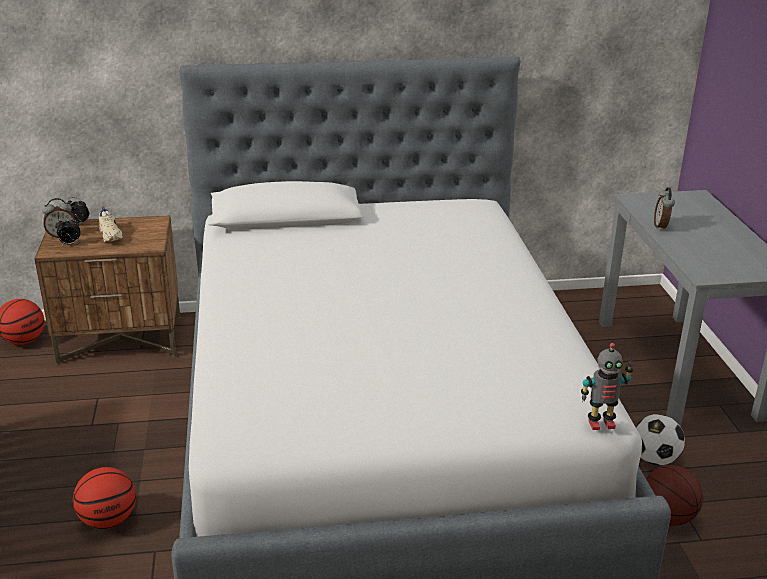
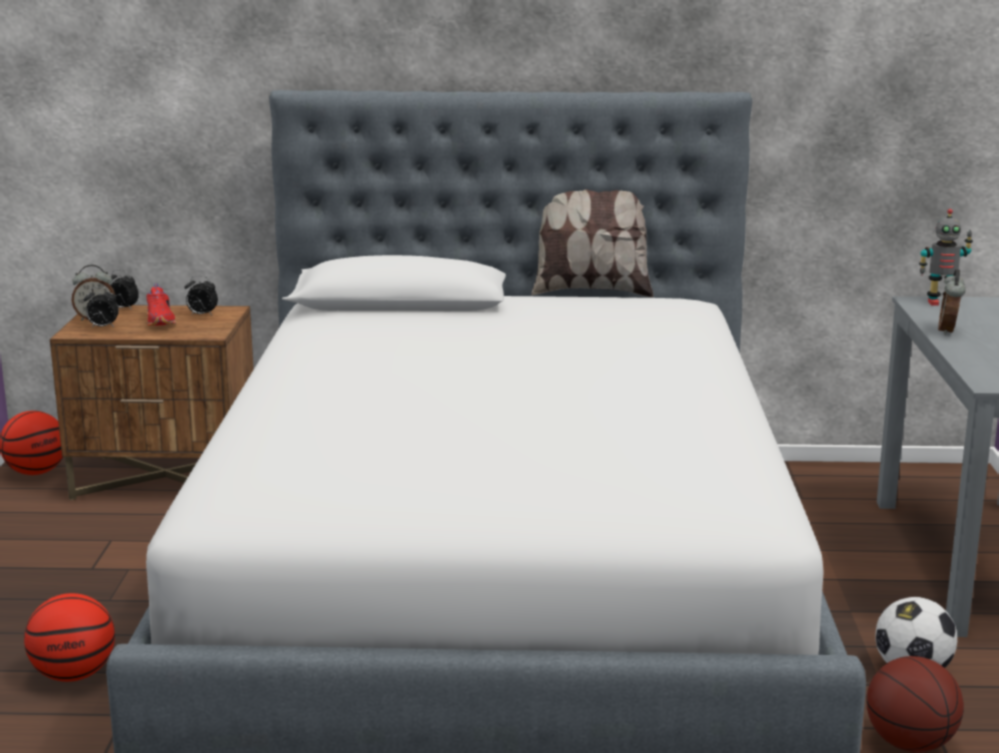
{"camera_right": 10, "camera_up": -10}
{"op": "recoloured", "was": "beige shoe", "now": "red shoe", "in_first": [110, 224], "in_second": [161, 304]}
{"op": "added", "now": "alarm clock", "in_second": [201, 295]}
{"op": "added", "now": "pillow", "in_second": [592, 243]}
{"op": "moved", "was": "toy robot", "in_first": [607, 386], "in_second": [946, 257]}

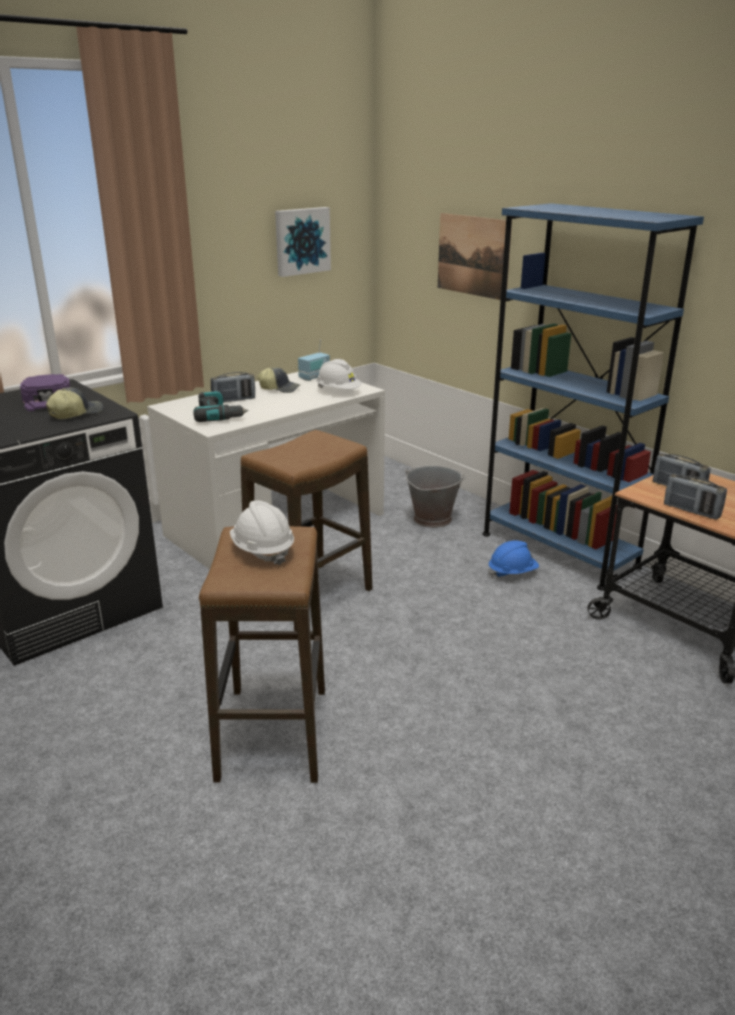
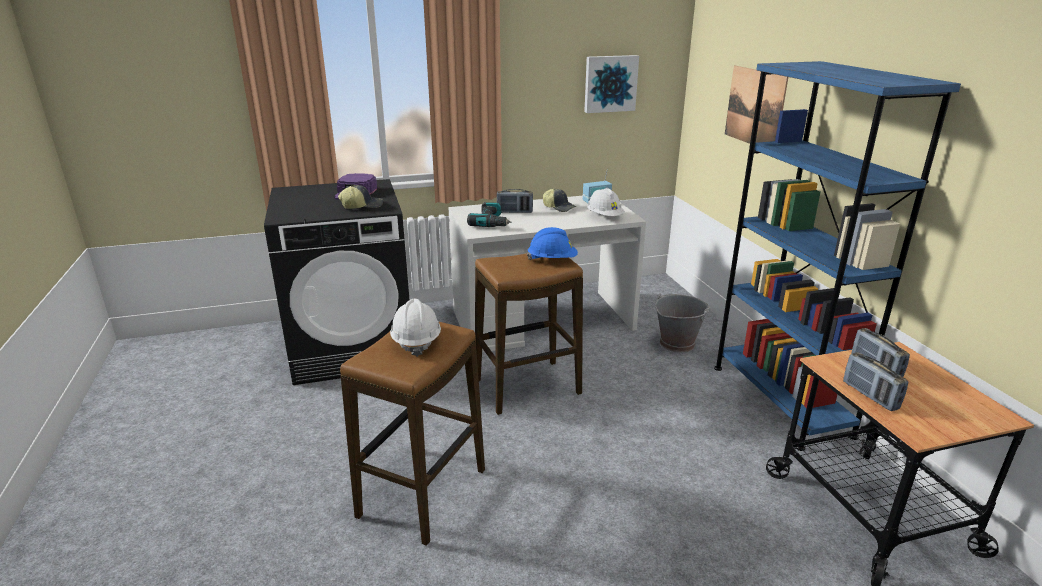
{"camera_right": 25, "camera_up": 0}
{"op": "moved", "was": "blue hard hat", "in_first": [514, 558], "in_second": [552, 243]}

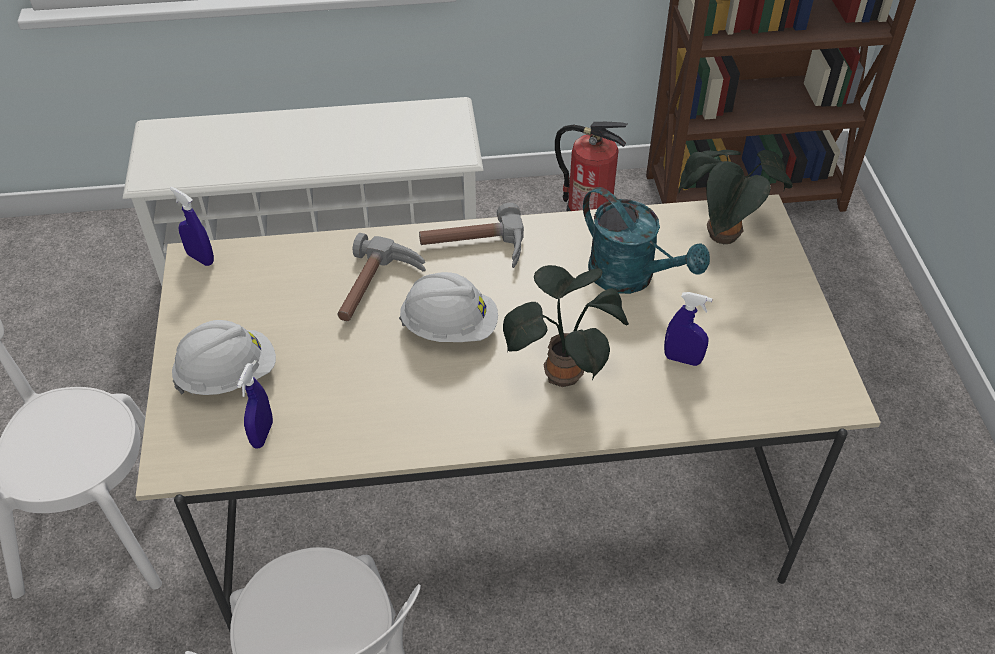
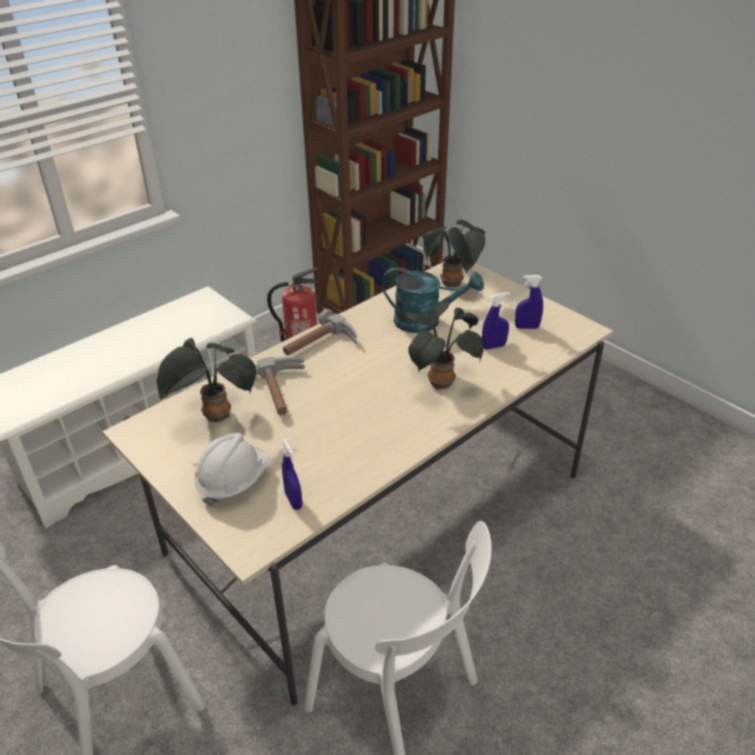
{"camera_right": -35, "camera_up": -10}
{"op": "added", "now": "potted plant", "in_second": [206, 380]}
{"op": "moved", "was": "blue spray bottle", "in_first": [192, 226], "in_second": [529, 302]}
{"op": "removed", "was": "white hard hat", "in_first": [448, 307]}

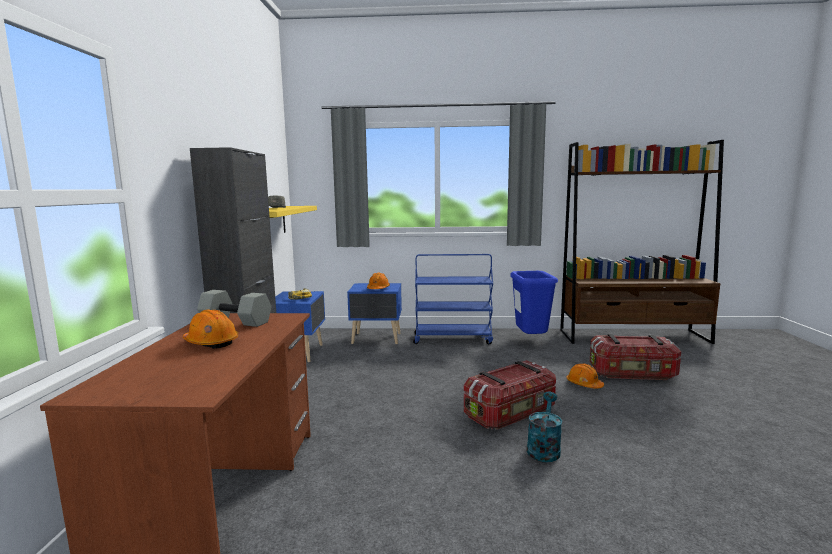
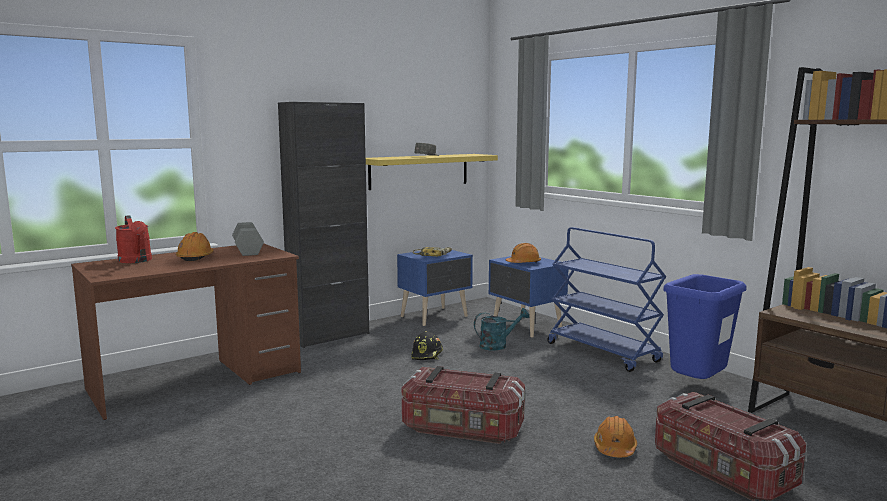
{"camera_right": 50, "camera_up": 0}
{"op": "added", "now": "red watering can", "in_second": [133, 239]}
{"op": "added", "now": "black hard hat", "in_second": [427, 345]}
{"op": "moved", "was": "turquoise watering can", "in_first": [544, 427], "in_second": [502, 329]}

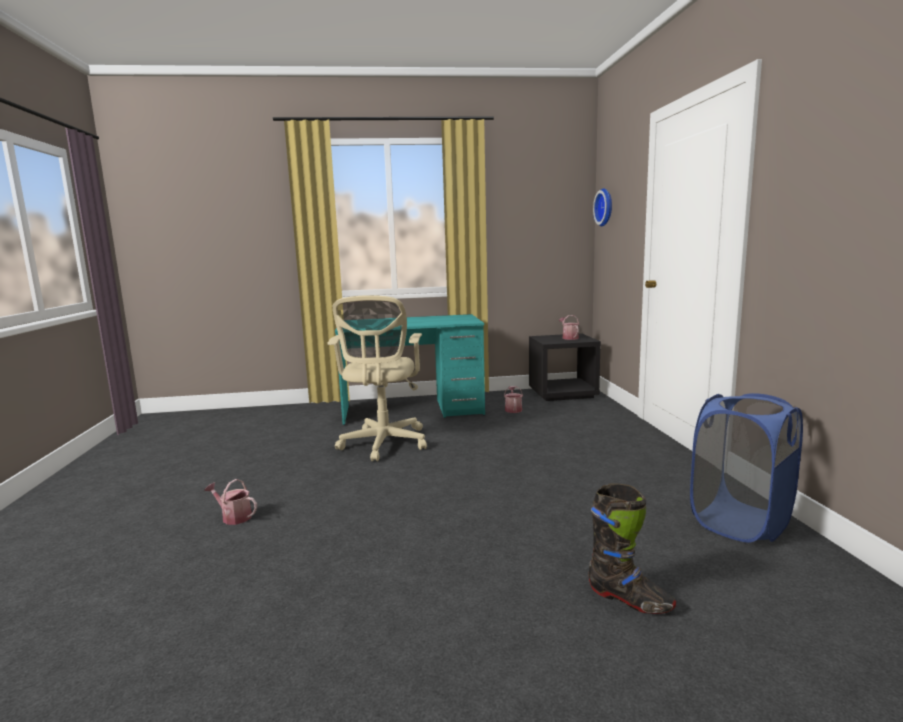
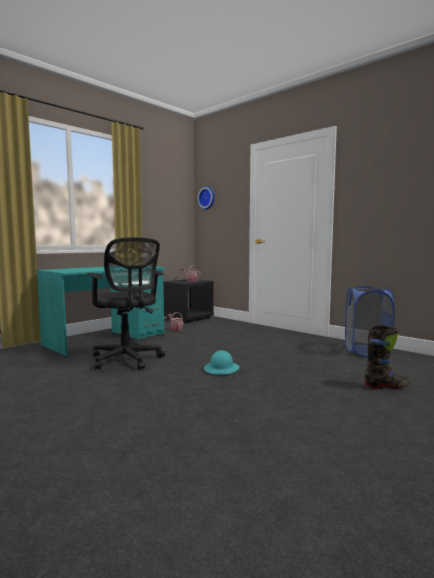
{"camera_right": -40, "camera_up": -5}
{"op": "recoloured", "was": "beige office chair", "now": "black office chair", "in_first": [377, 378], "in_second": [126, 303]}
{"op": "added", "now": "turquoise hard hat", "in_second": [221, 362]}
{"op": "removed", "was": "watering can", "in_first": [230, 502]}

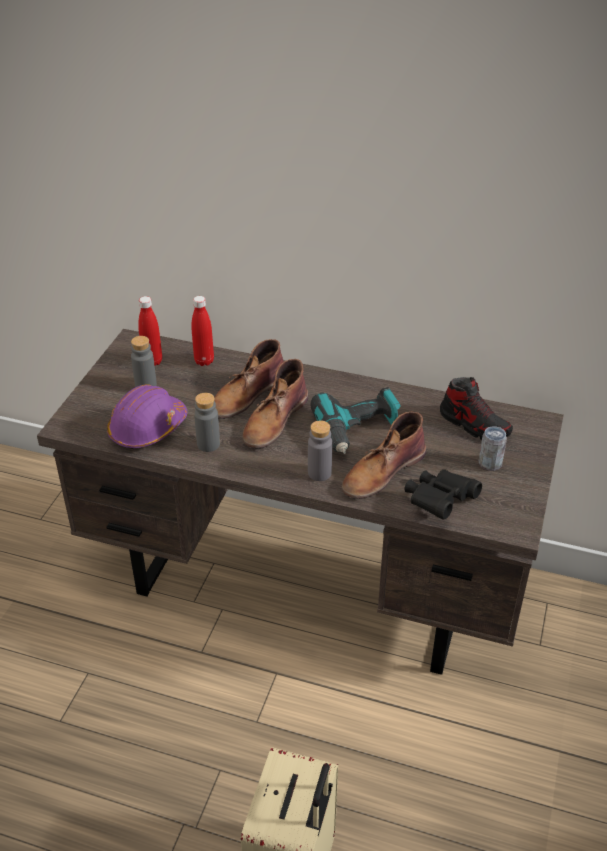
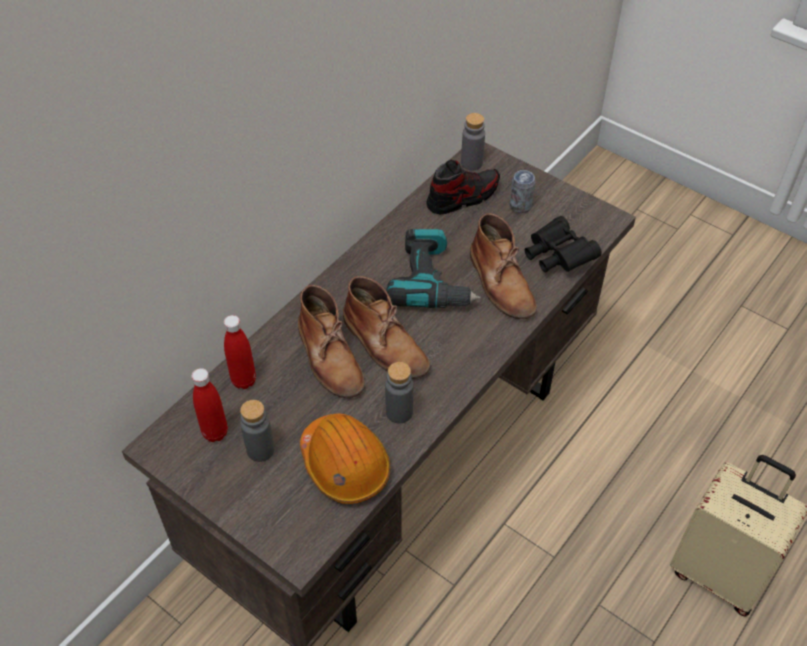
{"camera_right": -70, "camera_up": 10}
{"op": "recoloured", "was": "purple hard hat", "now": "orange hard hat", "in_first": [147, 417], "in_second": [345, 459]}
{"op": "moved", "was": "grey bottle", "in_first": [320, 450], "in_second": [473, 141]}

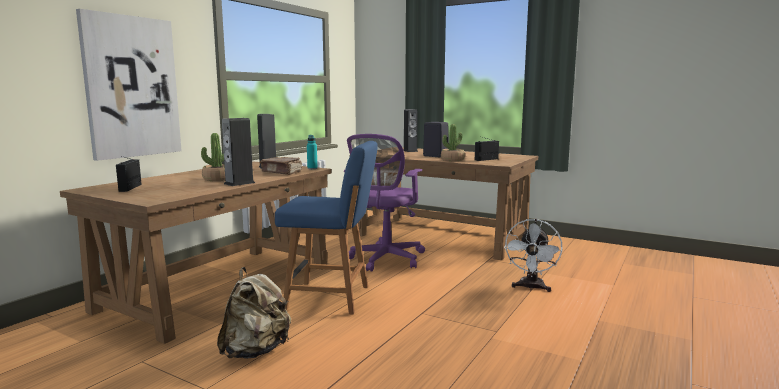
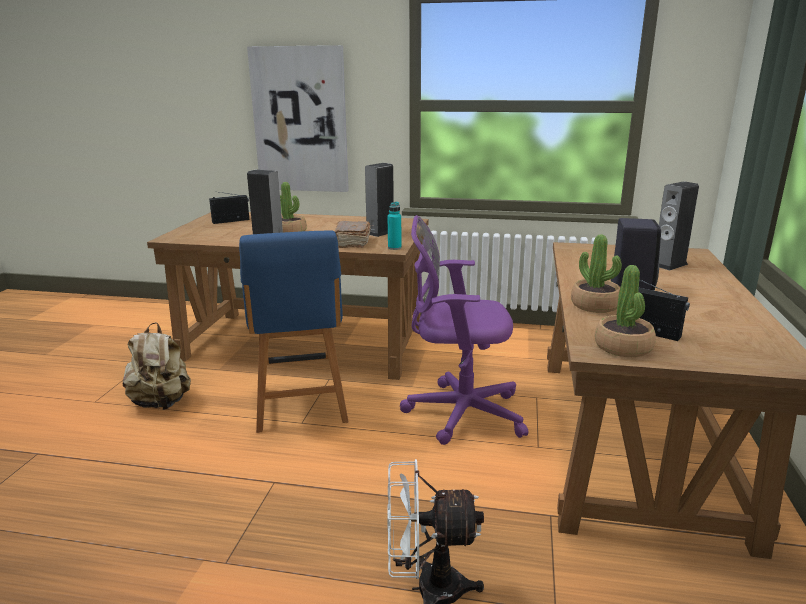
{"camera_right": 70, "camera_up": 10}
{"op": "added", "now": "potted plant", "in_second": [625, 311]}

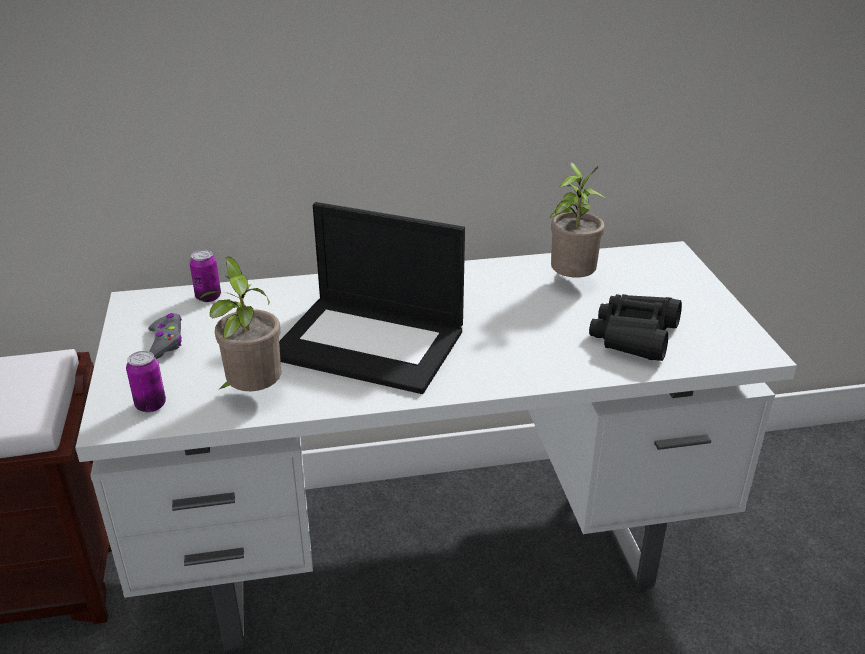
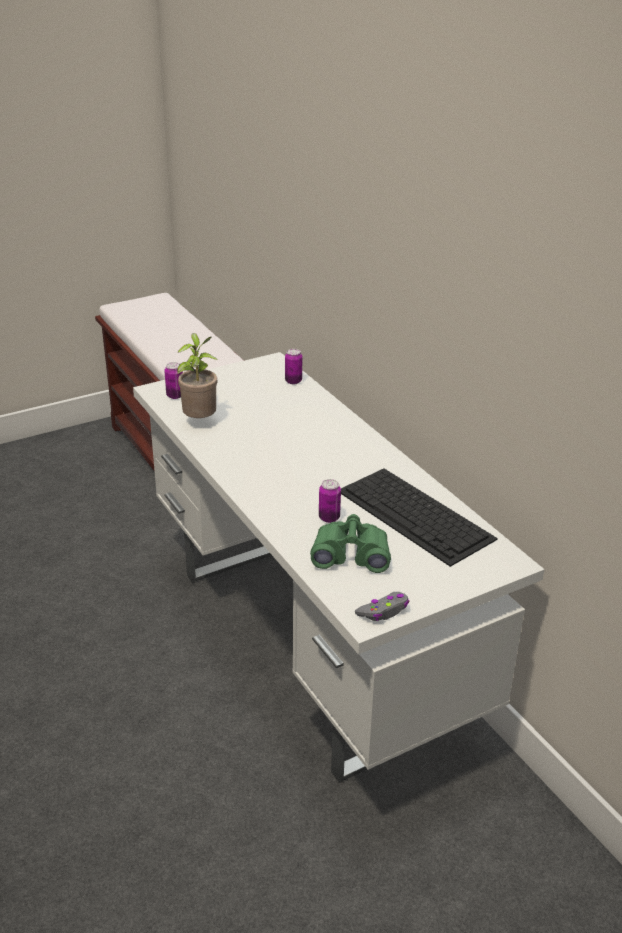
{"camera_right": 70, "camera_up": 0}
{"op": "recoloured", "was": "black binoculars", "now": "green binoculars", "in_first": [635, 327], "in_second": [350, 543]}
{"op": "added", "now": "can", "in_second": [330, 501]}
{"op": "replaced", "was": "potted plant", "now": "keyboard", "in_first": [577, 220], "in_second": [419, 517]}
{"op": "moved", "was": "grey game controller", "in_first": [165, 336], "in_second": [382, 606]}
{"op": "removed", "was": "laptop", "in_first": [372, 298]}

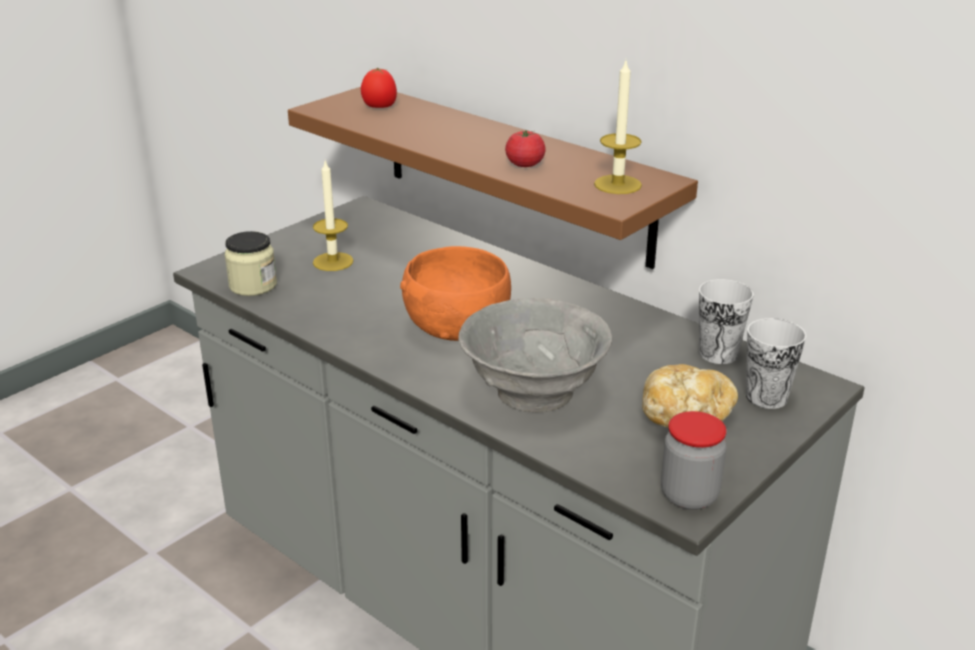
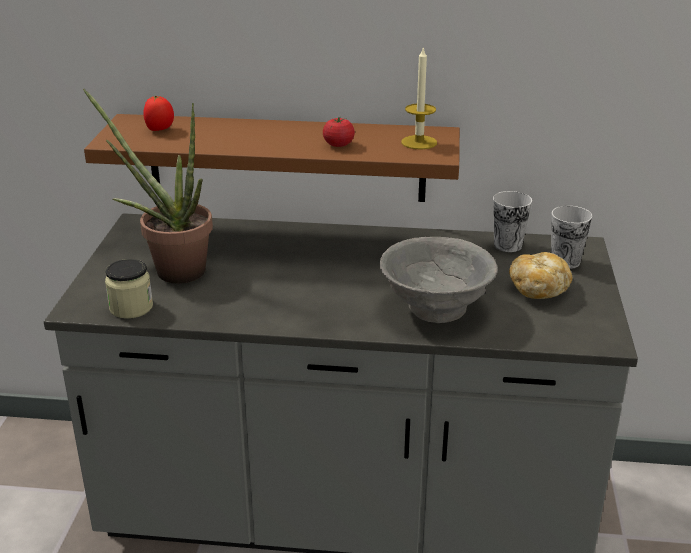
{"camera_right": -35, "camera_up": 0}
{"op": "replaced", "was": "candle", "now": "potted plant", "in_first": [333, 216], "in_second": [148, 186]}
{"op": "removed", "was": "orange bowl", "in_first": [455, 293]}
{"op": "removed", "was": "jar", "in_first": [694, 460]}

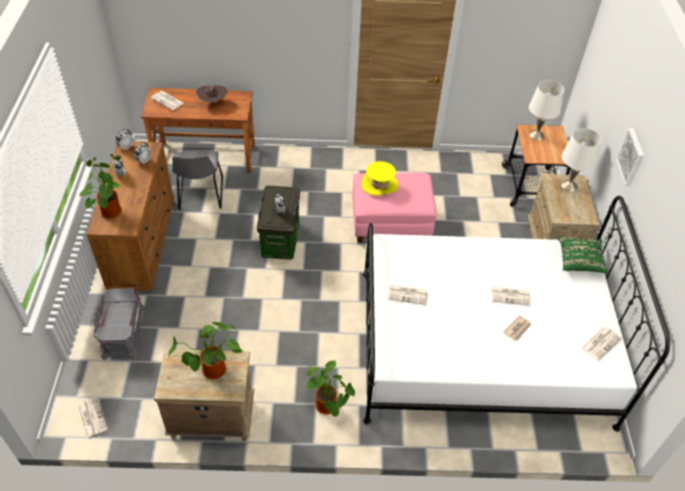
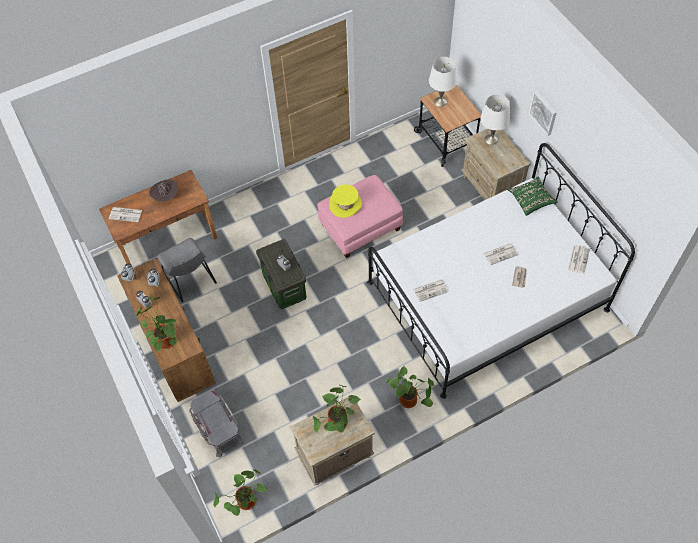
{"camera_right": -25, "camera_up": 10}
{"op": "replaced", "was": "newspaper", "now": "potted plant", "in_first": [92, 417], "in_second": [240, 492]}

